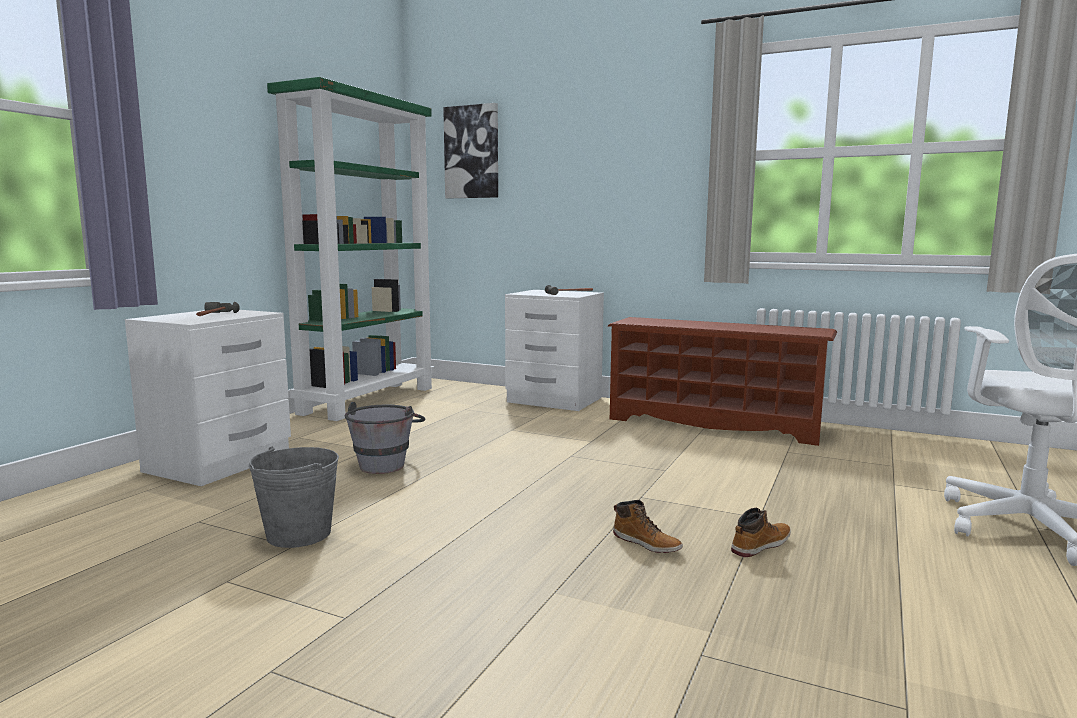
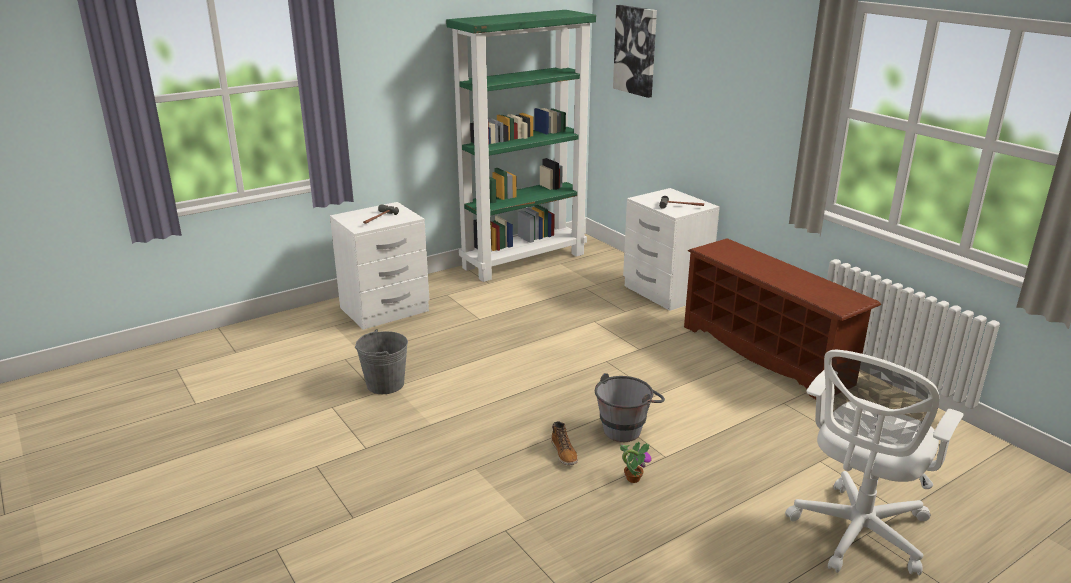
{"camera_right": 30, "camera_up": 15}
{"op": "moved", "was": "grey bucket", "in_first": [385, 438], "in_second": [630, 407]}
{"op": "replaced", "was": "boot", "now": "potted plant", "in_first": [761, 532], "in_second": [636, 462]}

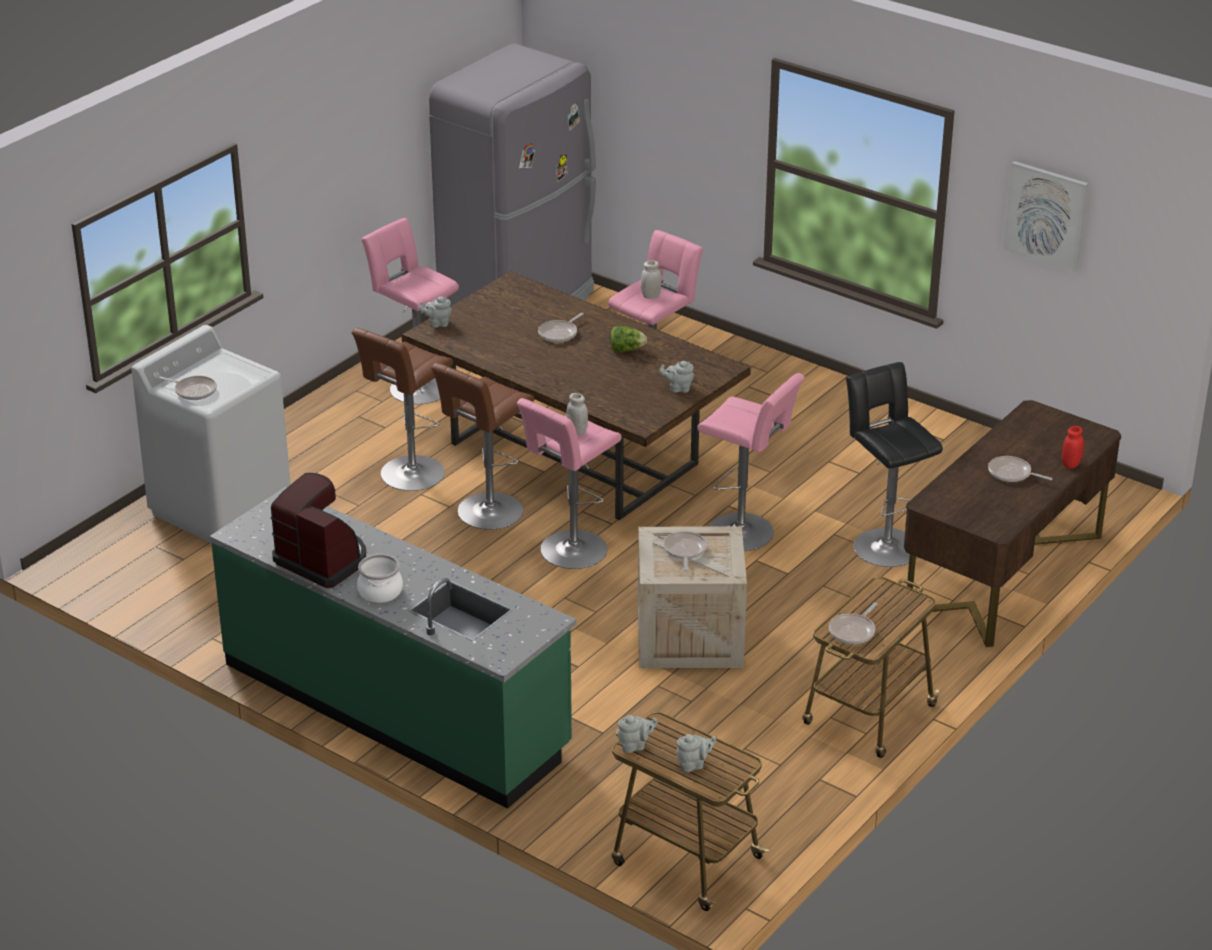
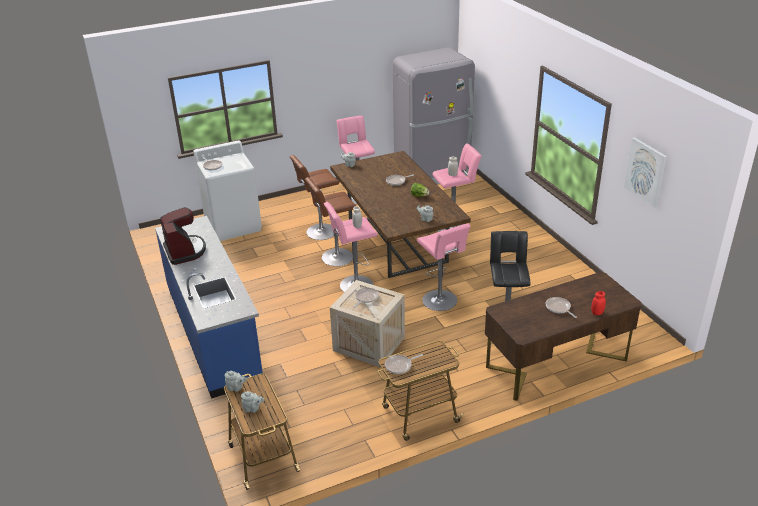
{"camera_right": 30, "camera_up": 0}
{"op": "recoloured", "was": "green counter", "now": "blue counter", "in_first": [392, 648], "in_second": [209, 307]}
{"op": "removed", "was": "cooking pot", "in_first": [380, 578]}

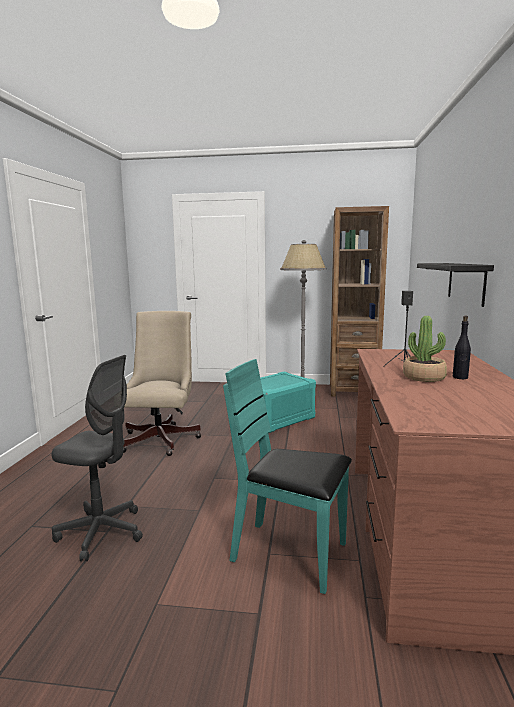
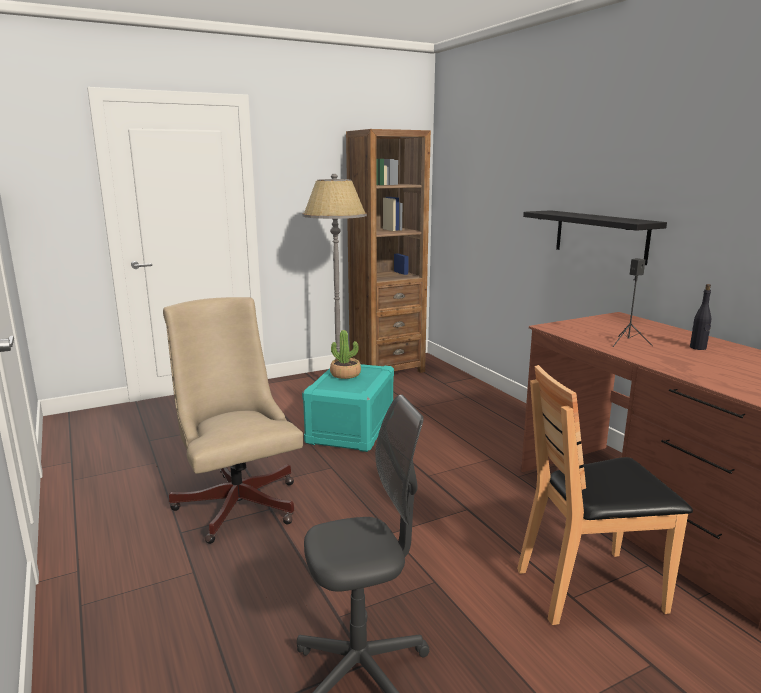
{"camera_right": -35, "camera_up": 5}
{"op": "moved", "was": "potted plant", "in_first": [425, 349], "in_second": [345, 354]}
{"op": "recoloured", "was": "turquoise chair", "now": "brown chair", "in_first": [287, 476], "in_second": [605, 495]}

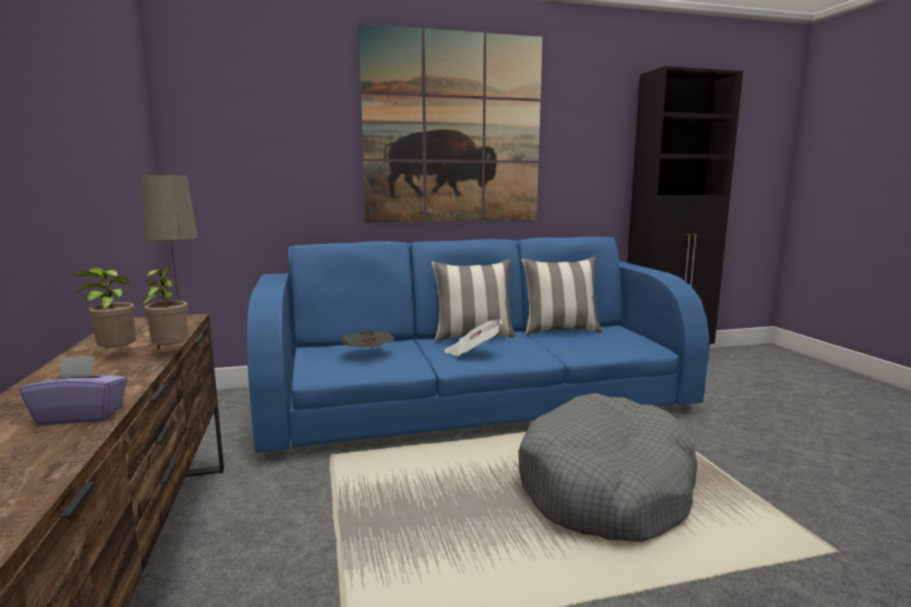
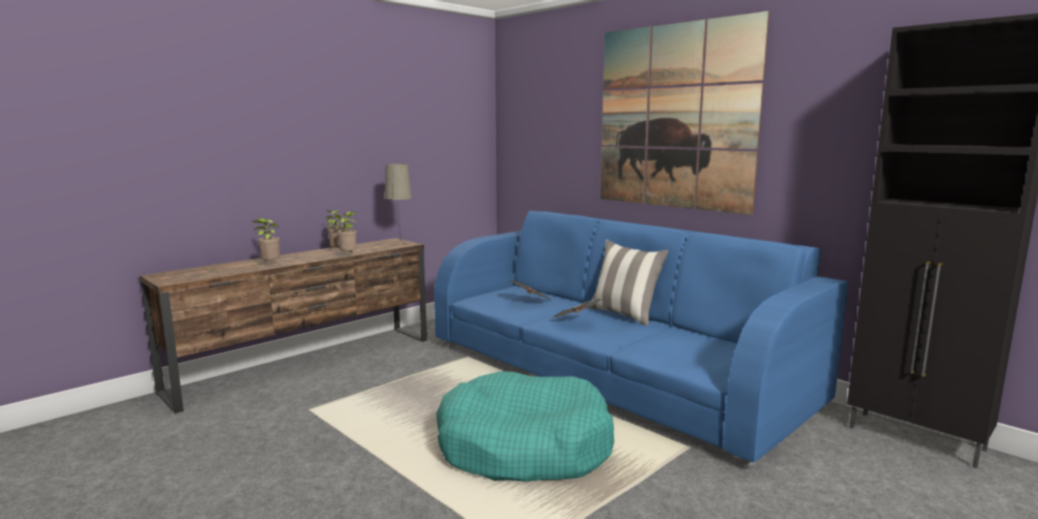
{"camera_right": 60, "camera_up": 0}
{"op": "replaced", "was": "purple tissue box", "now": "potted plant", "in_first": [73, 390], "in_second": [265, 241]}
{"op": "recoloured", "was": "grey dog bed", "now": "turquoise dog bed", "in_first": [608, 467], "in_second": [525, 426]}
{"op": "removed", "was": "pillow", "in_first": [561, 295]}

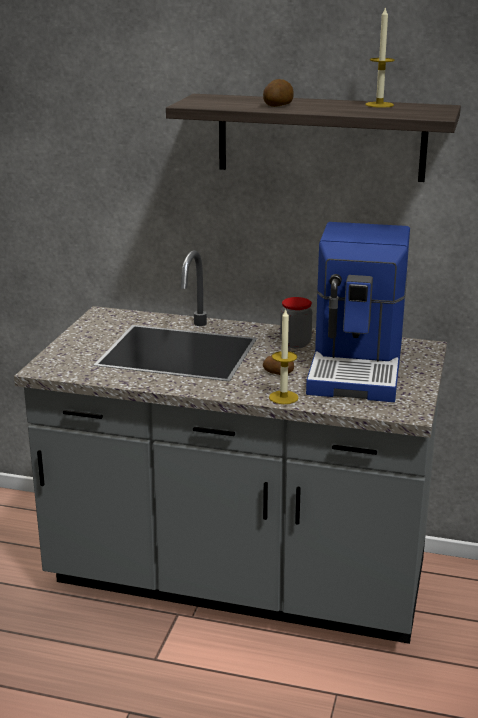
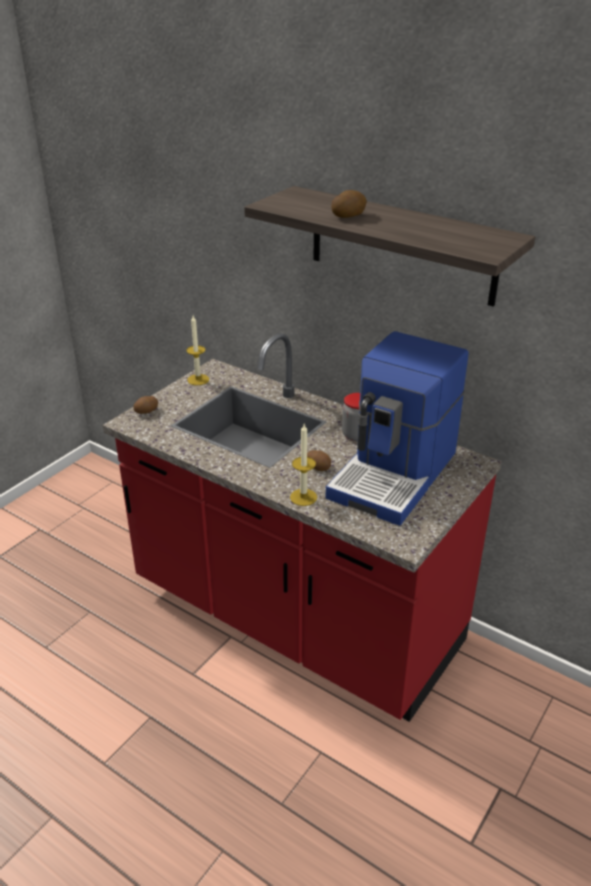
{"camera_right": 20, "camera_up": 10}
{"op": "recoloured", "was": "grey counter", "now": "red counter", "in_first": [230, 447], "in_second": [302, 527]}
{"op": "added", "now": "potato", "in_second": [146, 405]}
{"op": "moved", "was": "candle", "in_first": [380, 57], "in_second": [197, 350]}

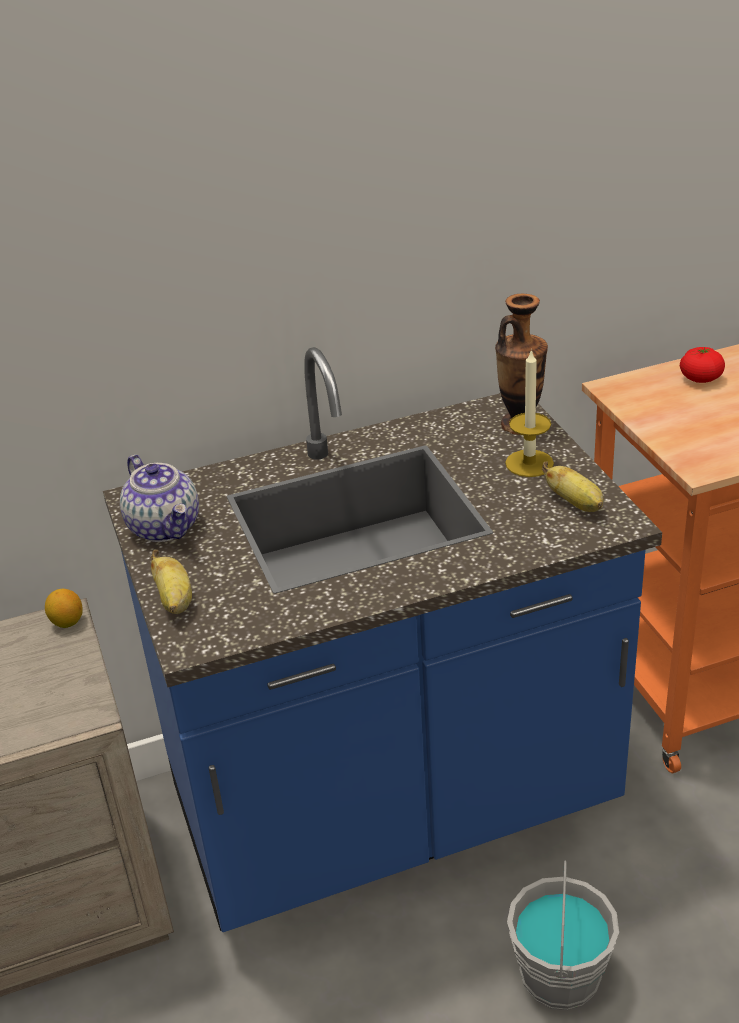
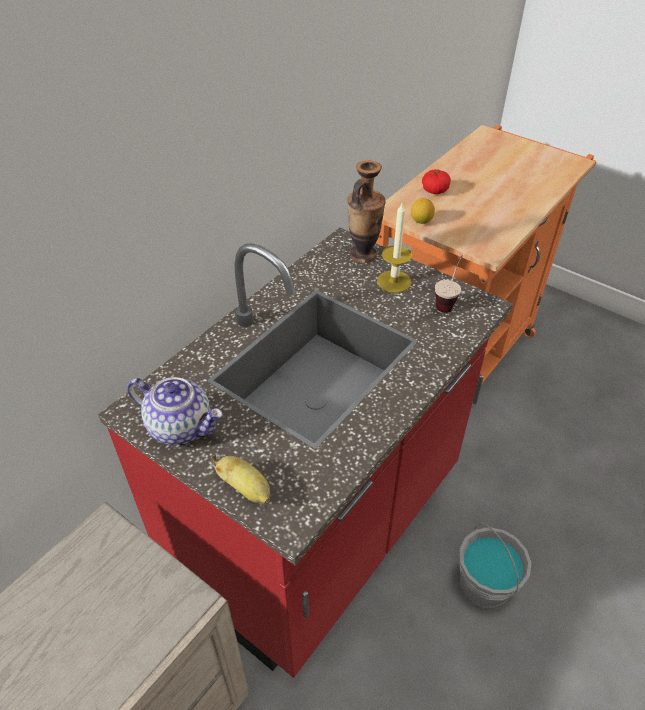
{"camera_right": -35, "camera_up": 10}
{"op": "recoloured", "was": "blue counter", "now": "red counter", "in_first": [382, 639], "in_second": [305, 452]}
{"op": "moved", "was": "lemon", "in_first": [64, 608], "in_second": [423, 211]}
{"op": "replaced", "was": "banana", "now": "cup", "in_first": [573, 486], "in_second": [449, 284]}

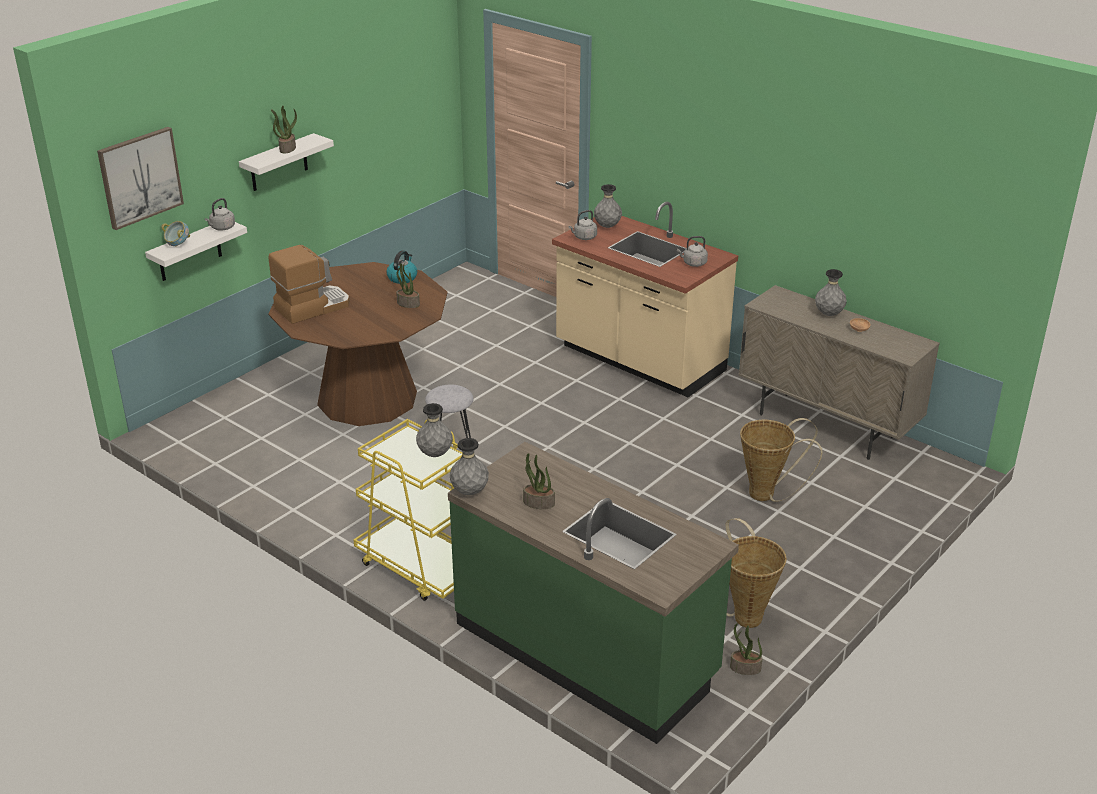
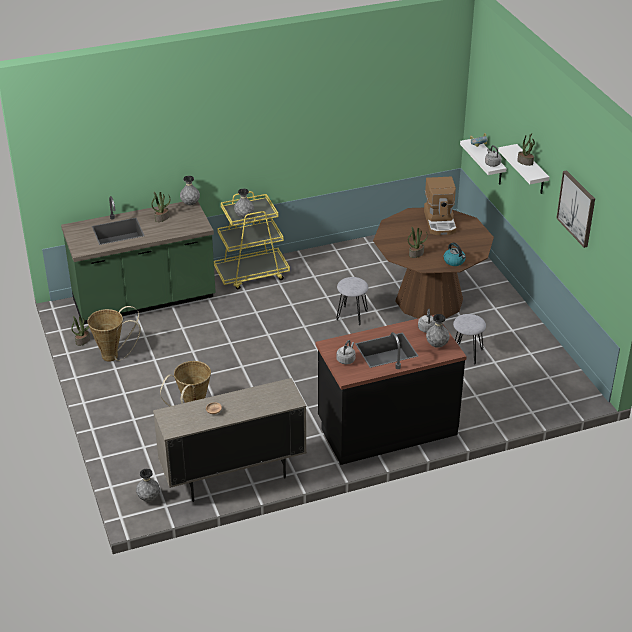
{"camera_right": 120, "camera_up": 5}
{"op": "moved", "was": "grey vase", "in_first": [831, 292], "in_second": [148, 485]}
{"op": "recoloured", "was": "beige counter", "now": "black counter", "in_first": [645, 299], "in_second": [391, 390]}
{"op": "added", "now": "grey stool", "in_second": [469, 339]}
{"op": "moved", "was": "picture", "in_first": [140, 178], "in_second": [575, 209]}

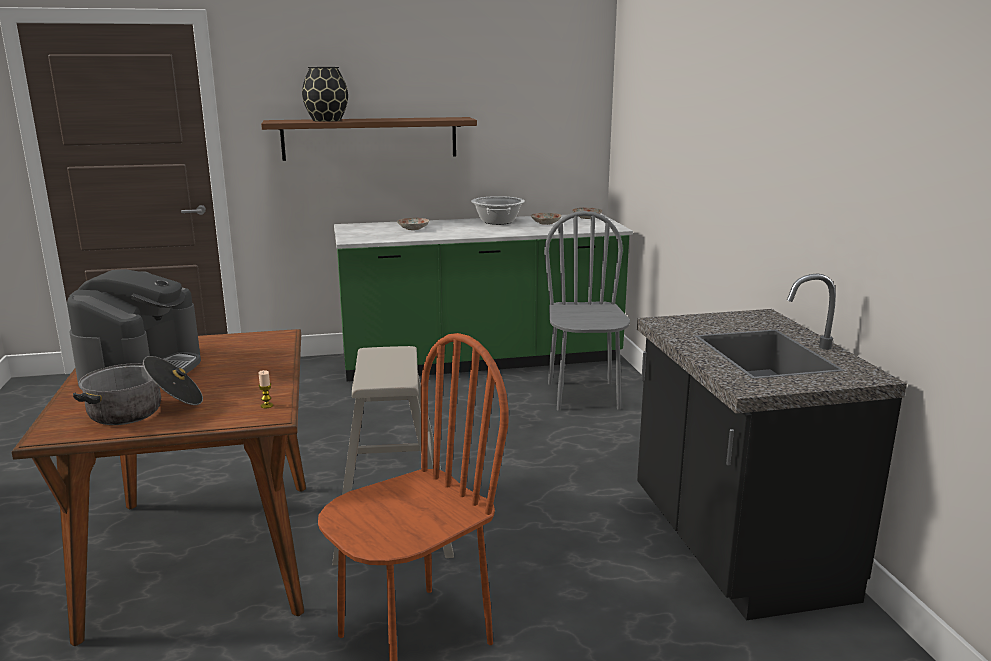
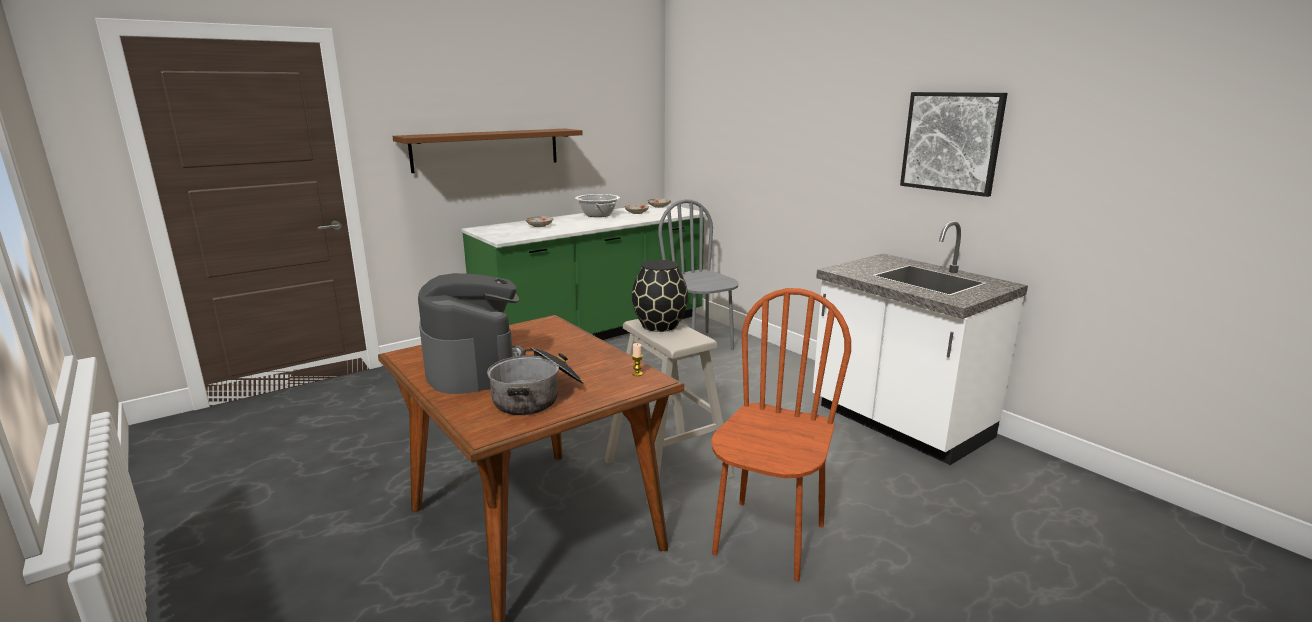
{"camera_right": -25, "camera_up": 0}
{"op": "moved", "was": "black vase", "in_first": [325, 94], "in_second": [660, 296]}
{"op": "recoloured", "was": "black counter", "now": "white counter", "in_first": [772, 446], "in_second": [920, 343]}
{"op": "added", "now": "picture", "in_second": [954, 144]}

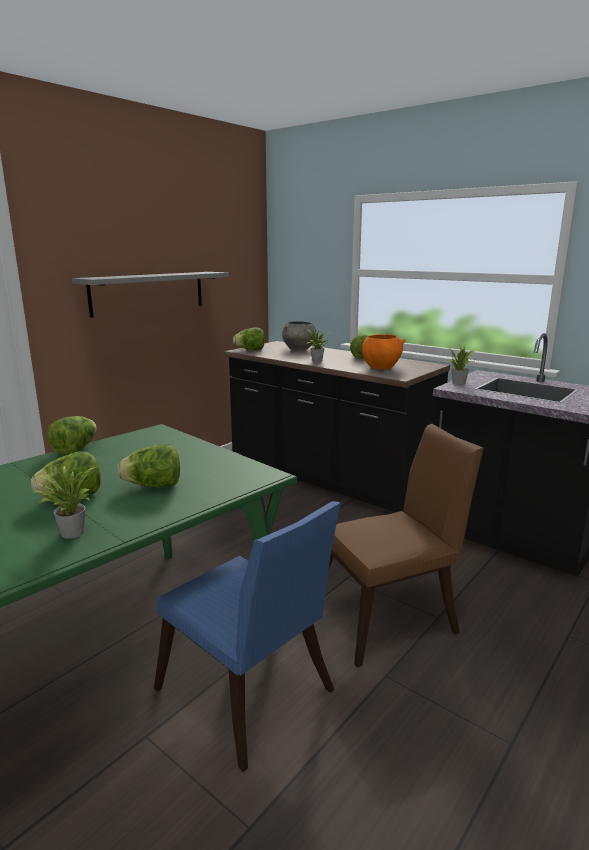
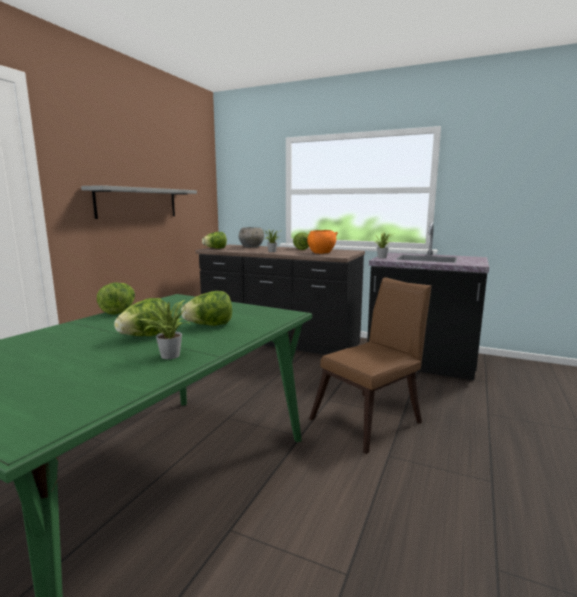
{"camera_right": -15, "camera_up": -5}
{"op": "removed", "was": "blue chair", "in_first": [247, 636]}

